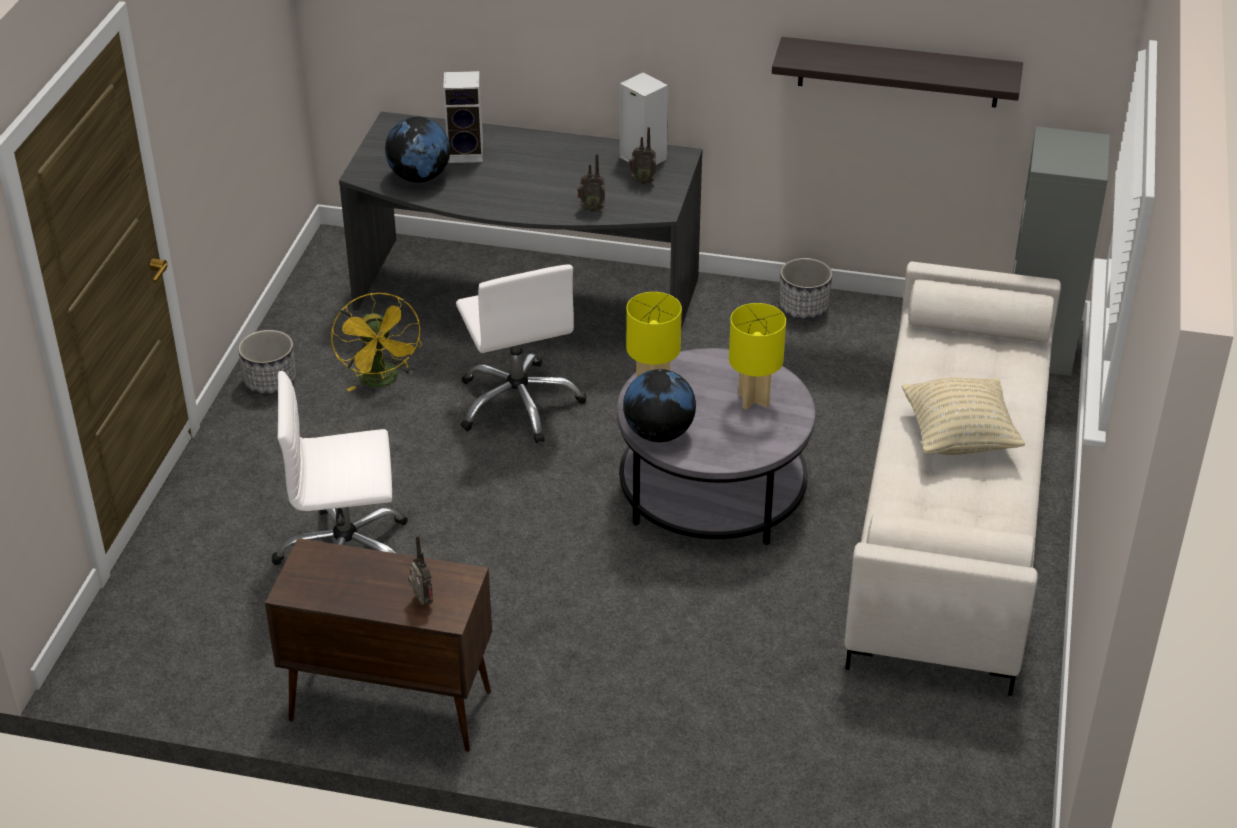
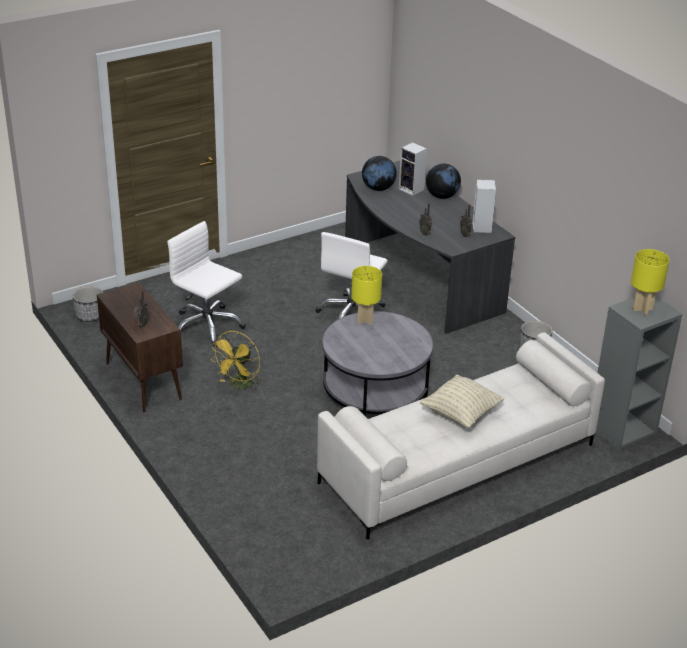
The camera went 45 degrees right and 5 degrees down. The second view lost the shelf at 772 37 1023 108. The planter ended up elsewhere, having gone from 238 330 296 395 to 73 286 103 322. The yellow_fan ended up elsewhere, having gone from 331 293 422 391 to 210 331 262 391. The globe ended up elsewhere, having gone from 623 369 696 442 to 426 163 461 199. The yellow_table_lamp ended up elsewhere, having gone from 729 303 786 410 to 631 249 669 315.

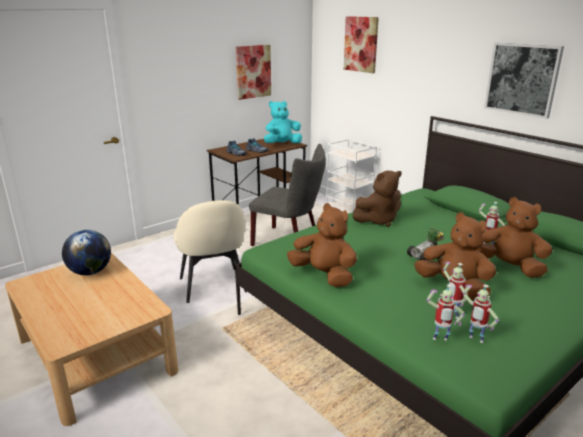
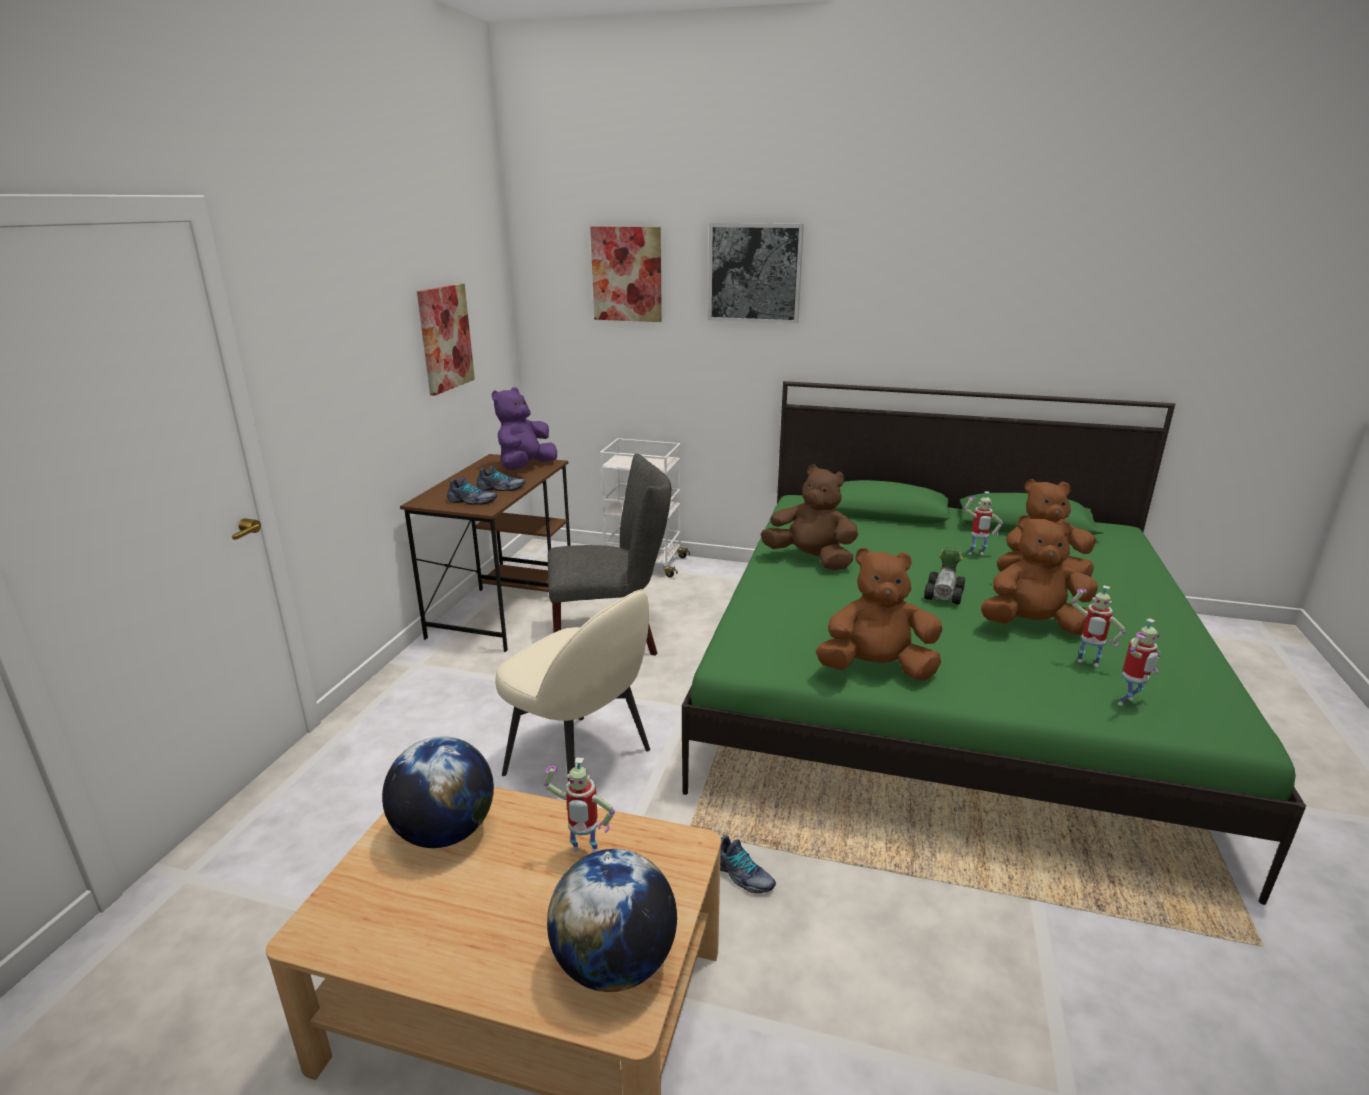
The camera went 35 degrees left and 0 degrees up. The second view gained the globe at 547 849 677 992. The second view gained the shoe at 720 835 776 894. The toy_robot ended up elsewhere, having gone from 463 284 499 343 to 543 758 615 853. The picture ended up elsewhere, having gone from 484 42 564 119 to 708 223 804 323. What was the turquoise_plush_toy at 264 101 302 144 turned into the purple_plush_toy at 492 387 557 470. The brown_plush_toy at 352 171 402 227 ended up facing another way, 90 degrees counterclockwise from before.

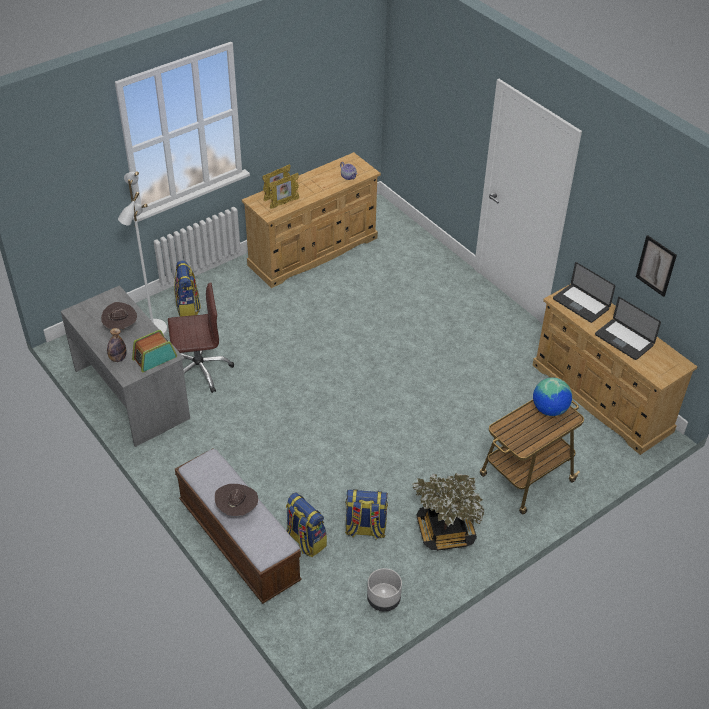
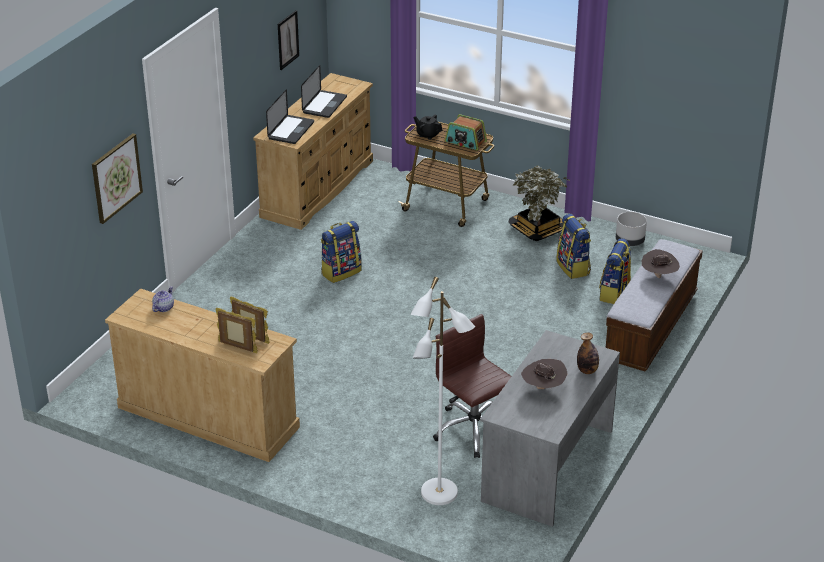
The camera went 115 degrees left and 10 degrees down. The second view gained the picture at 92 133 143 224. The radio ended up elsewhere, having gone from 132 330 177 372 to 445 114 487 150. The backpack ended up elsewhere, having gone from 174 260 201 317 to 321 221 362 283. Where the globe stood at 533 378 572 416, the black_teapot came to stand at 413 114 442 140.

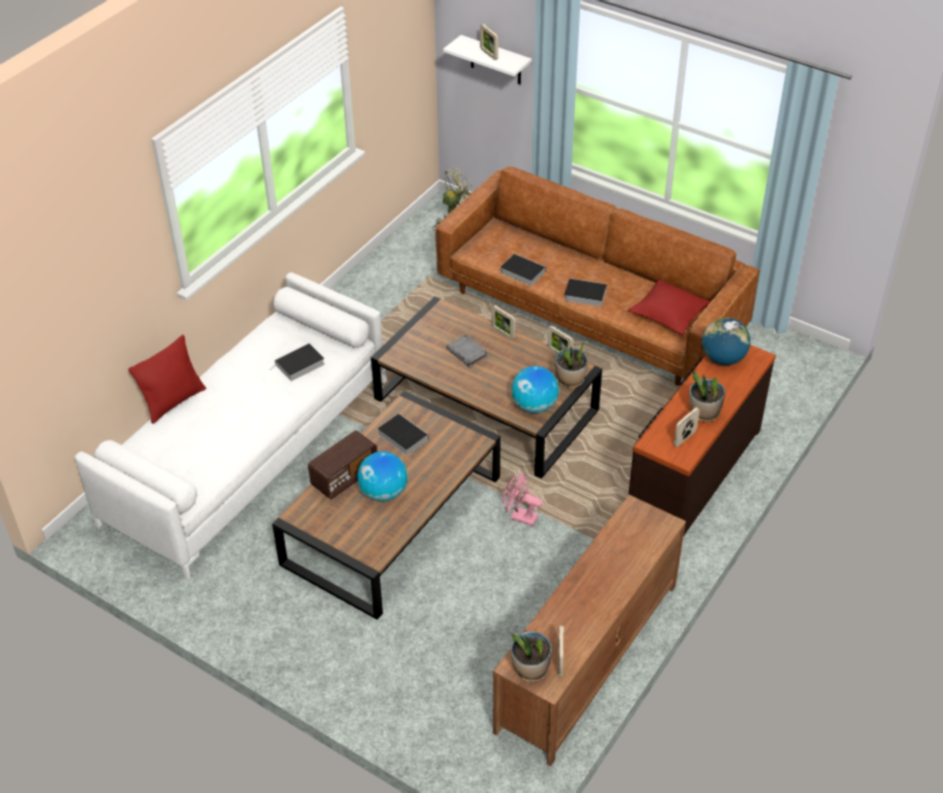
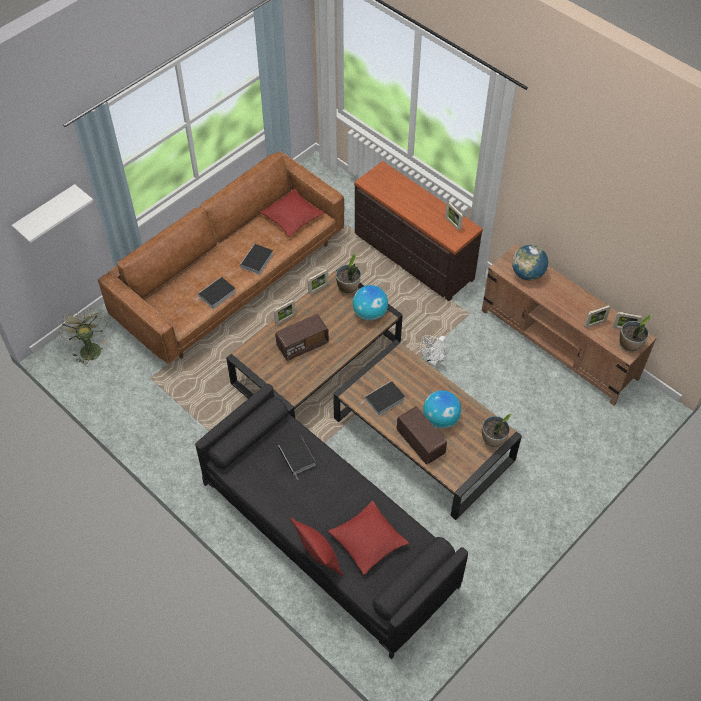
The camera went 80 degrees left and 10 degrees up. The second view gained the red_pillow at 328 501 409 575. The picture_frame ended up elsewhere, having gone from 480 24 498 60 to 584 305 611 328. The potted_plant ended up elsewhere, having gone from 689 371 725 422 to 482 414 512 448. The globe ended up elsewhere, having gone from 702 318 751 365 to 512 245 548 280. Where the grey_book stood at 446 335 488 368, the radio came to stand at 275 314 329 361. What was the white_sofa at 75 272 387 579 turned into the black_sofa at 195 384 468 659. What was the pink_fan at 503 473 542 526 turned into the white_fan at 419 335 447 366.

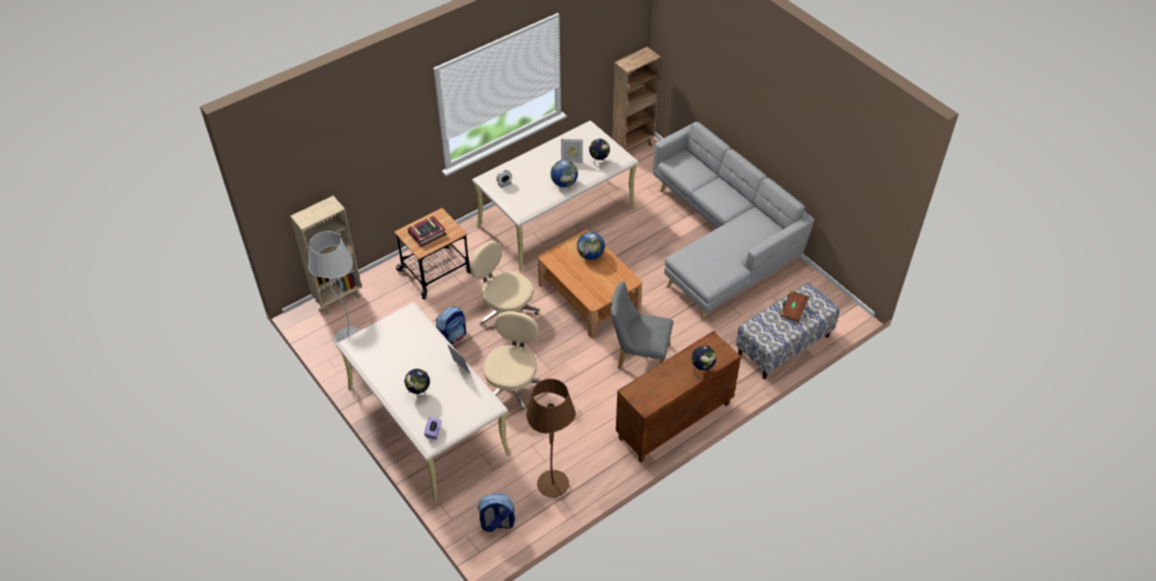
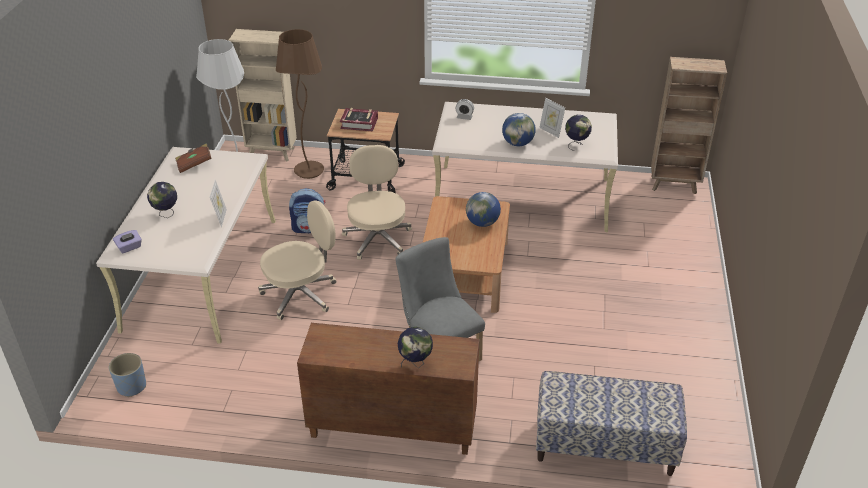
The camera went 45 degrees right and 10 degrees down. The second view lost the grey_sofa at 653 122 815 321. The brown_floor_lamp ended up elsewhere, having gone from 526 379 576 498 to 276 29 324 179. The brown_book ended up elsewhere, having gone from 780 290 809 322 to 175 143 212 173. Where the backpack stood at 477 493 515 532, the blue_planter came to stand at 109 353 146 397.

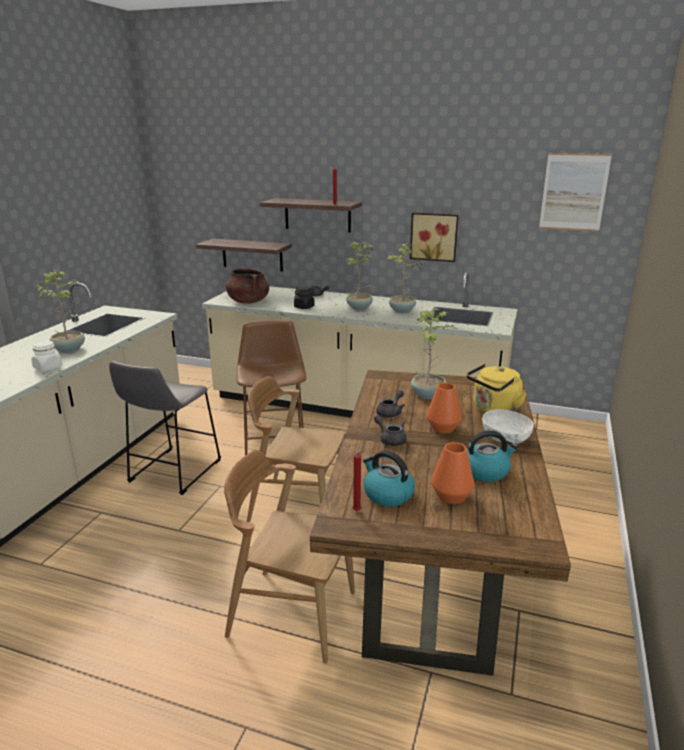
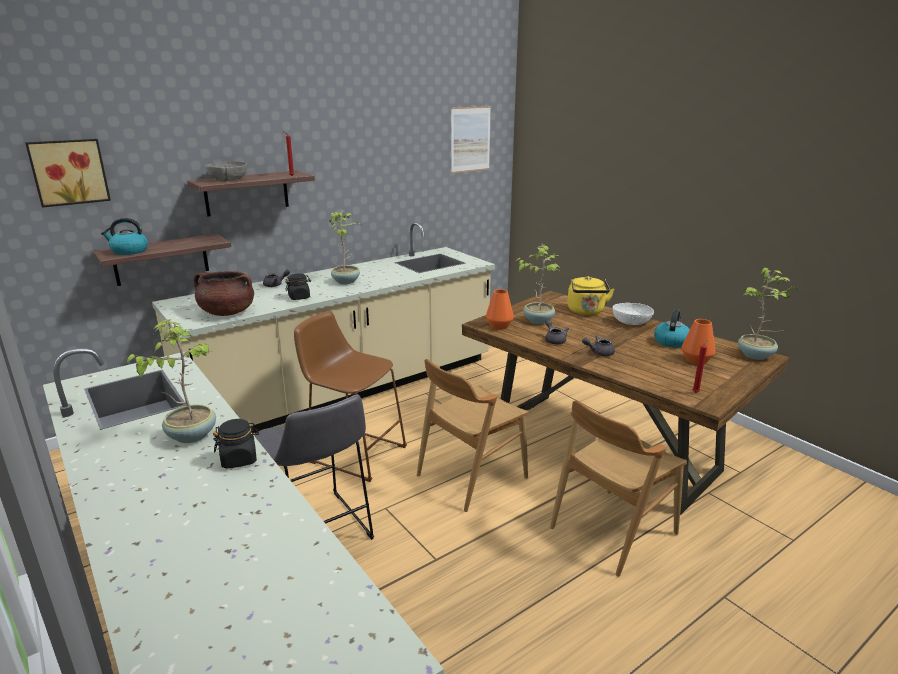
The camera went 55 degrees left and 0 degrees up. The second view gained the grey_bowl at 205 161 247 181. The kettle ended up elsewhere, having gone from 363 450 415 507 to 101 218 148 255. The potted_plant ended up elsewhere, having gone from 387 243 424 313 to 738 268 797 360. The picture ended up elsewhere, having gone from 410 213 459 262 to 25 139 111 208. The orange_vase ended up elsewhere, having gone from 426 383 462 433 to 486 289 514 330. What was the white_jar at 31 341 62 371 turned into the black_jar at 213 419 259 469.

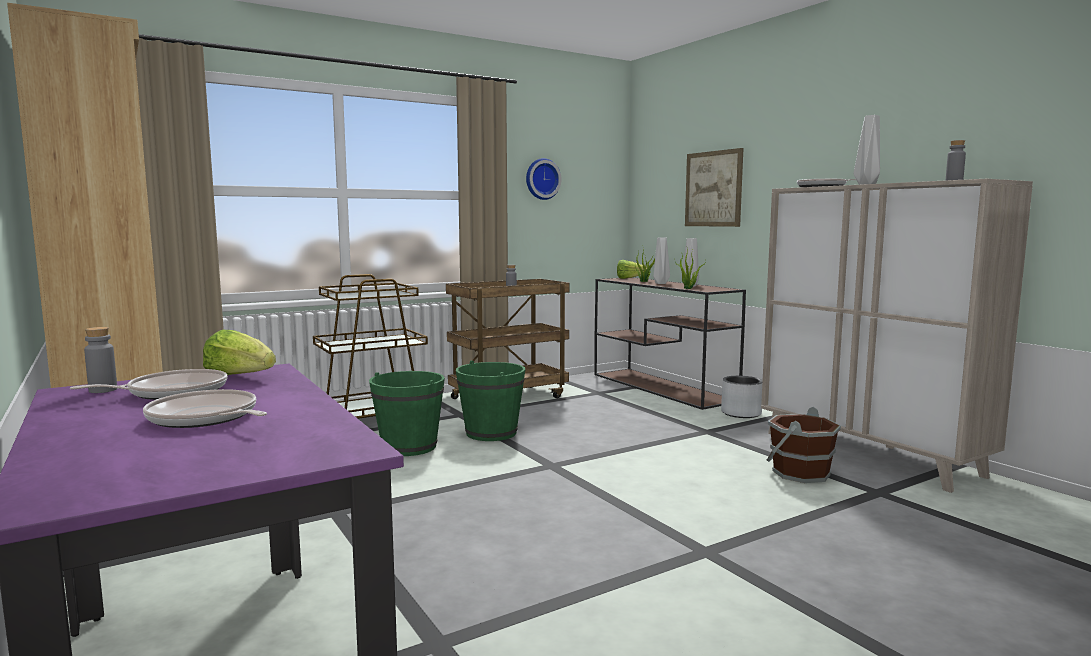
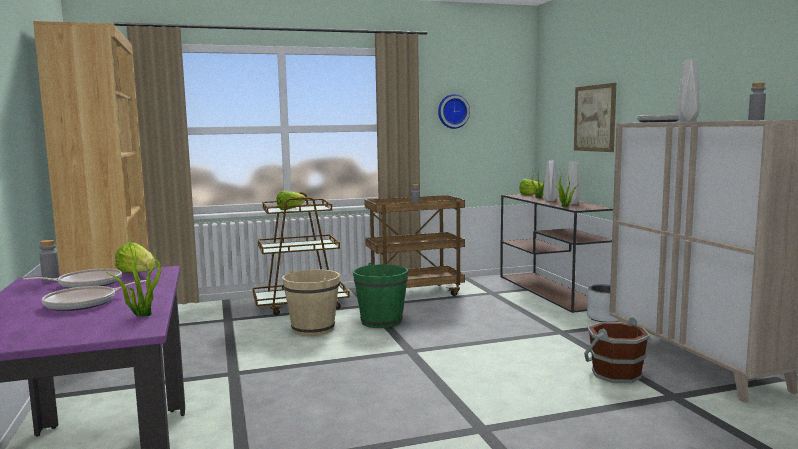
The camera went 15 degrees right and 0 degrees up. The second view gained the potted_plant at 103 228 161 317. The second view gained the lettuce at 276 191 306 210. What was the green_bucket at 369 371 445 456 turned into the beige_bucket at 282 269 340 336. The frying_pan at 143 389 267 428 ended up facing another way, 90 degrees counterclockwise from before.

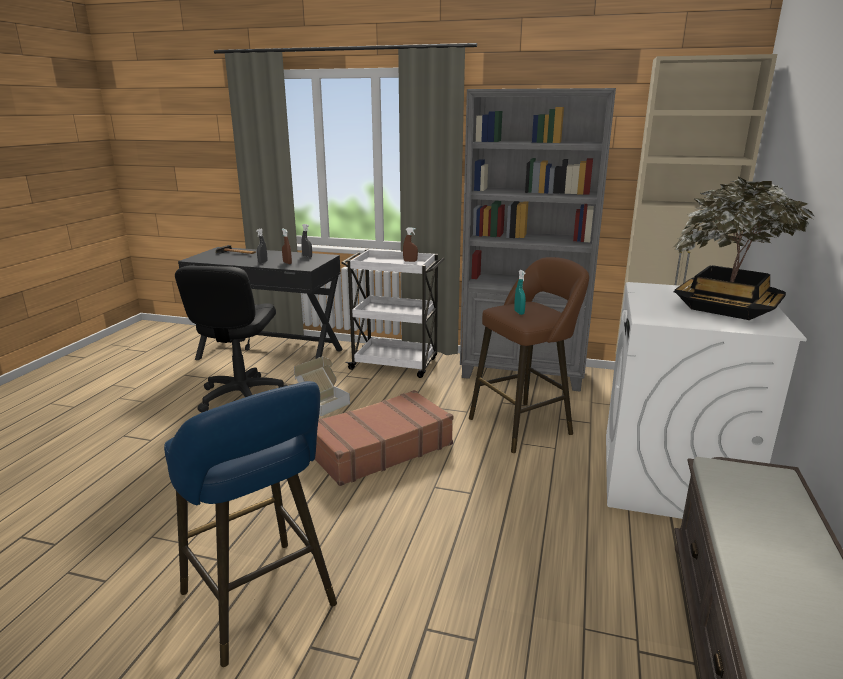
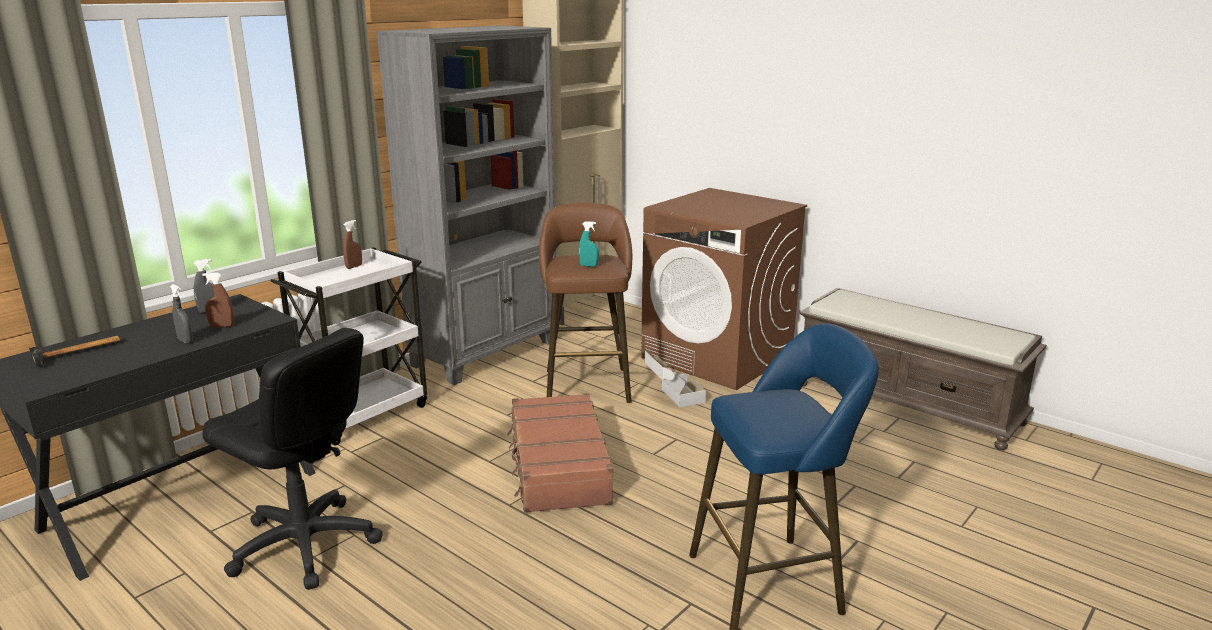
The camera went 65 degrees left and 0 degrees up. The second view lost the potted_plant at 672 177 814 320. The cardboard_box ended up elsewhere, having gone from 294 356 350 416 to 645 350 706 408. What was the white_washing_machine at 606 282 807 519 turned into the brown_washing_machine at 641 188 807 390.

